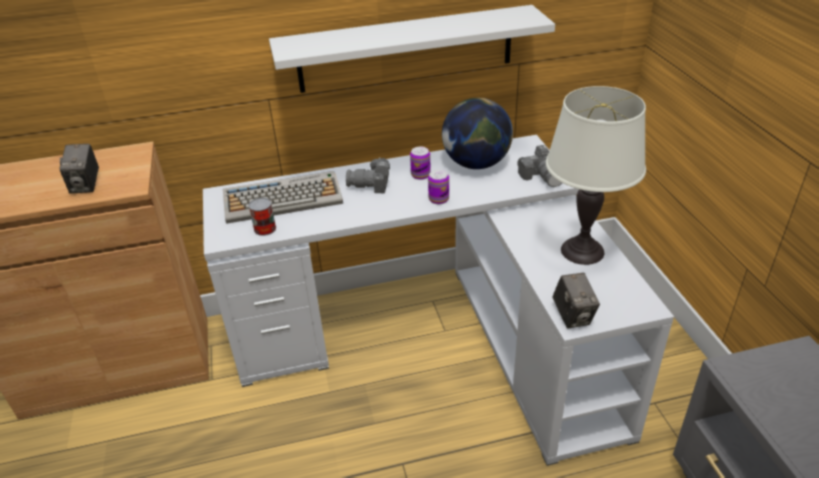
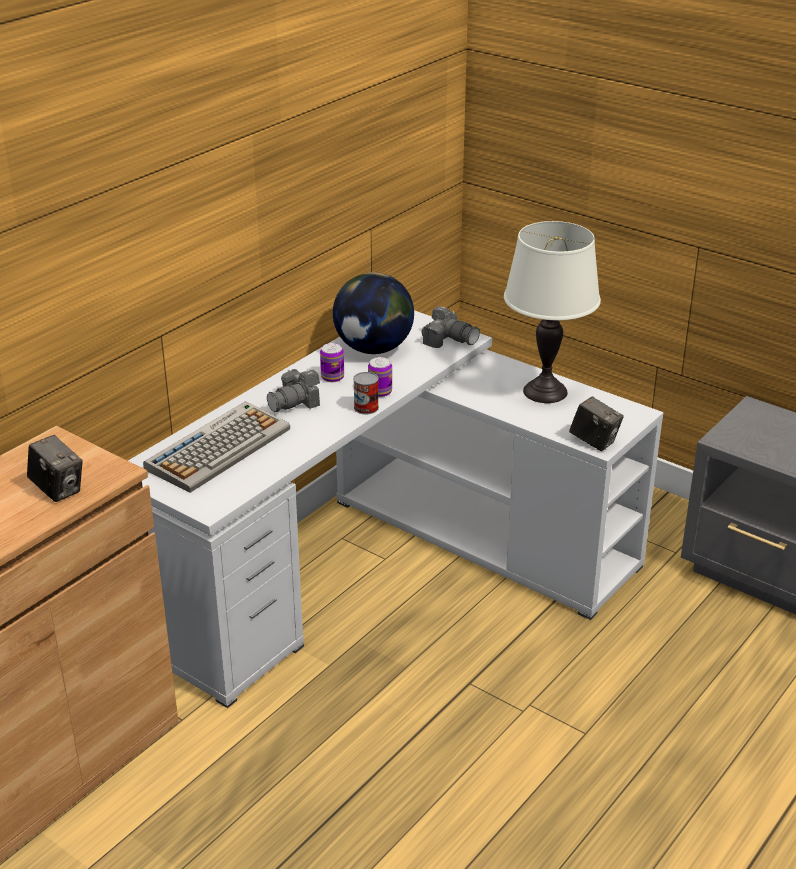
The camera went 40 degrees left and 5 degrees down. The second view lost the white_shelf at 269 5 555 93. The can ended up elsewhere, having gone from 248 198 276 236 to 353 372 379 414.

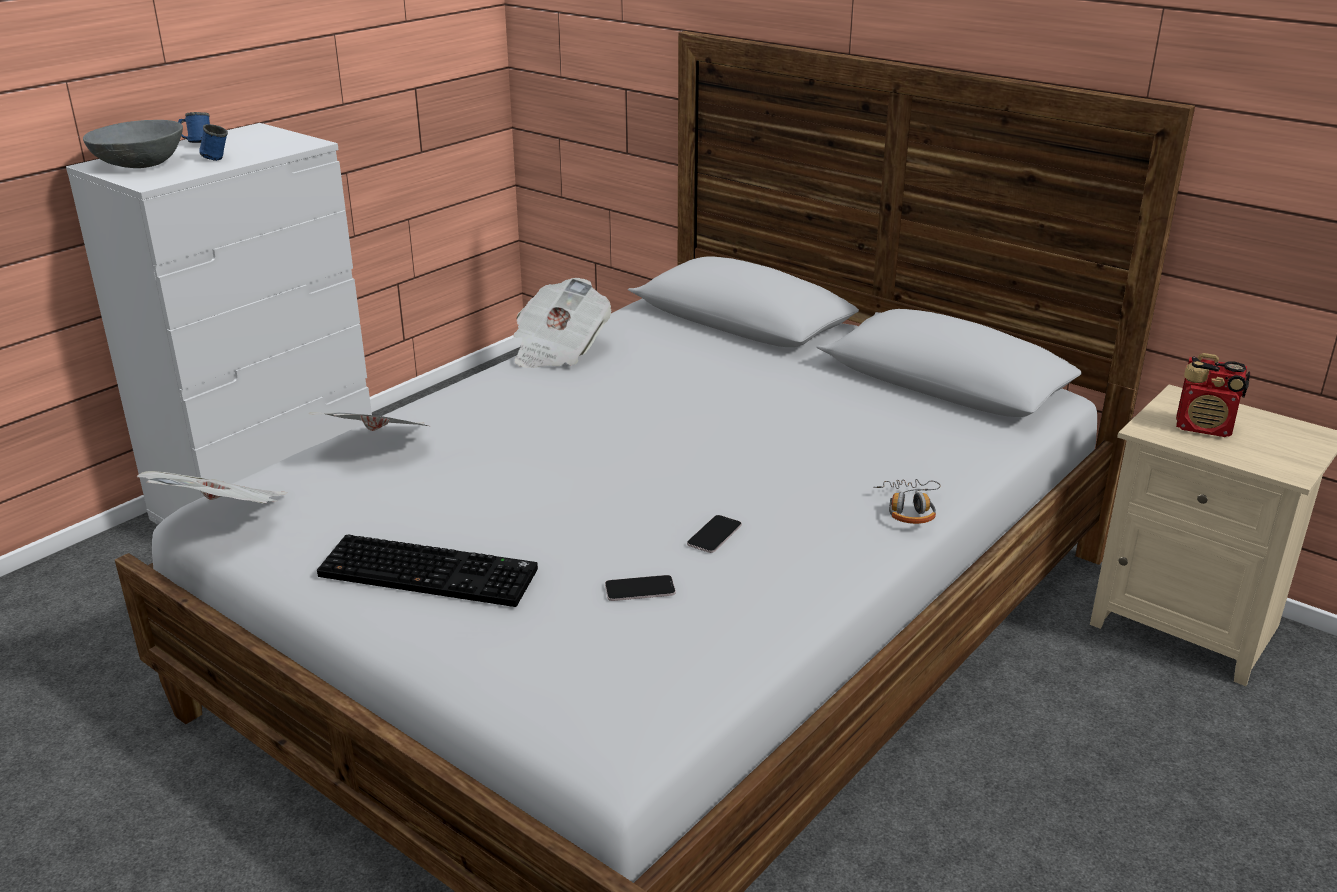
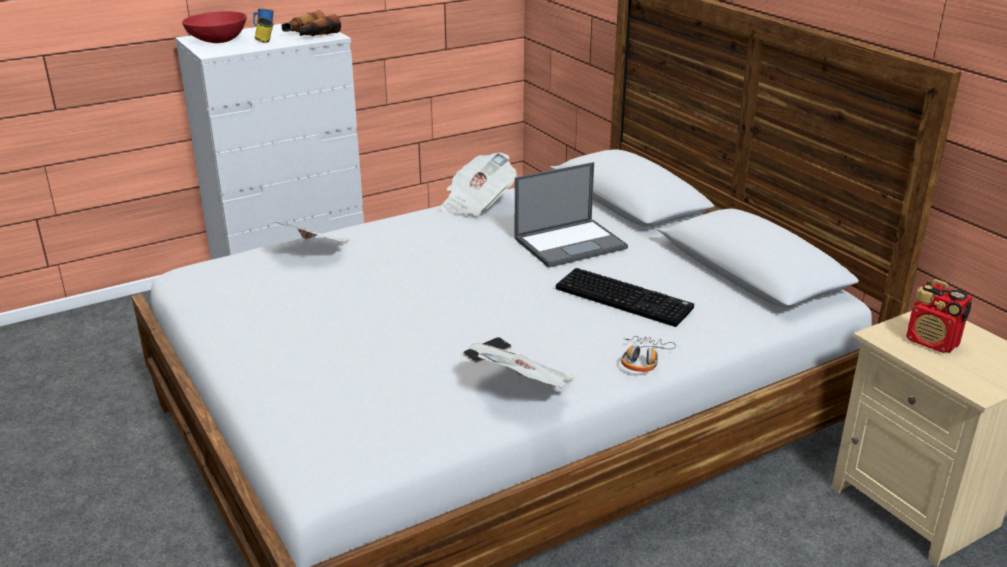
The camera went 20 degrees right and 0 degrees up. The second view lost the phone at 605 575 676 601. The second view gained the binoculars at 282 10 341 36. The second view gained the laptop at 514 162 628 268. The newspaper ended up elsewhere, having gone from 137 471 287 504 to 469 343 575 388. The keyboard ended up elsewhere, having gone from 317 534 538 607 to 556 268 694 327. What was the grey_bowl at 83 120 183 168 turned into the red_bowl at 182 11 247 43. What was the blue_mug at 199 124 228 161 turned into the yellow_mug at 255 18 274 43.

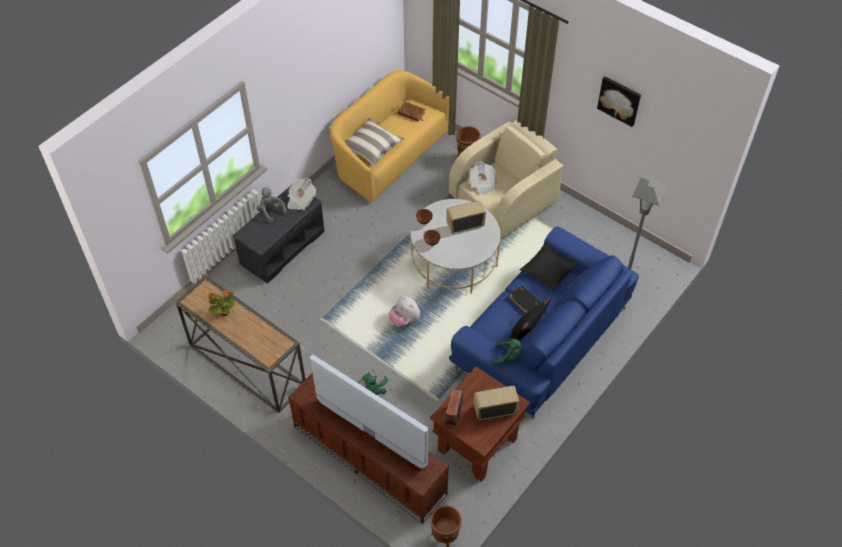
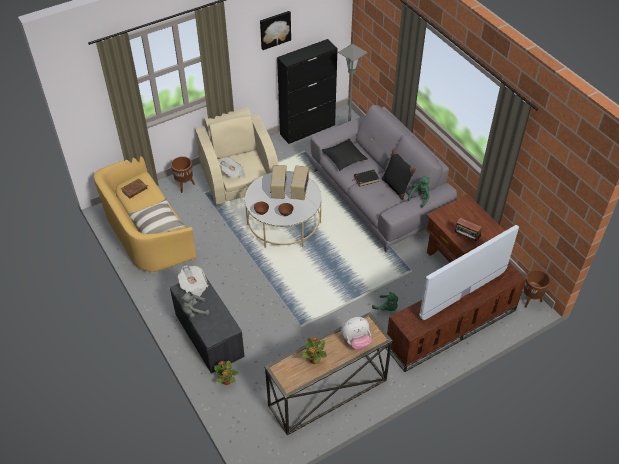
The camera went 70 degrees left and 5 degrees down. The second view gained the potted_plant at 215 361 238 385. The second view gained the black_cabinet at 277 39 338 144. The plush_toy ended up elsewhere, having gone from 389 296 420 327 to 341 317 371 350. The radio ended up elsewhere, having gone from 474 386 520 421 to 290 165 309 200. What was the blue_sofa at 449 226 639 420 turned into the grey_sofa at 309 105 457 252.

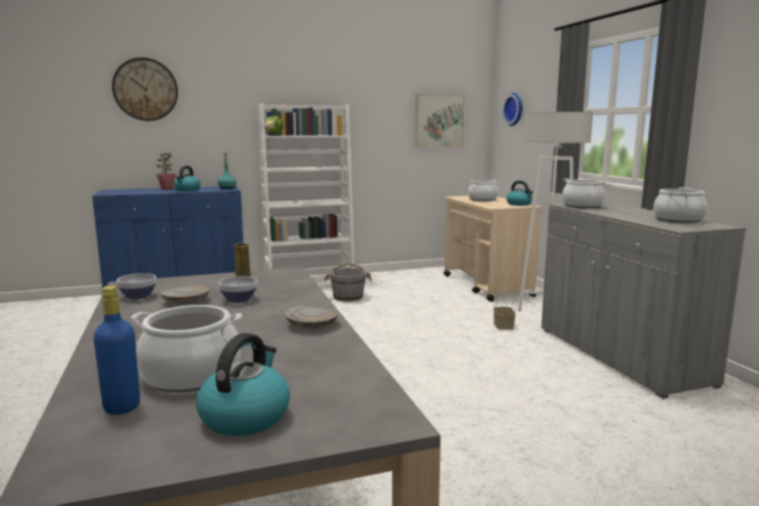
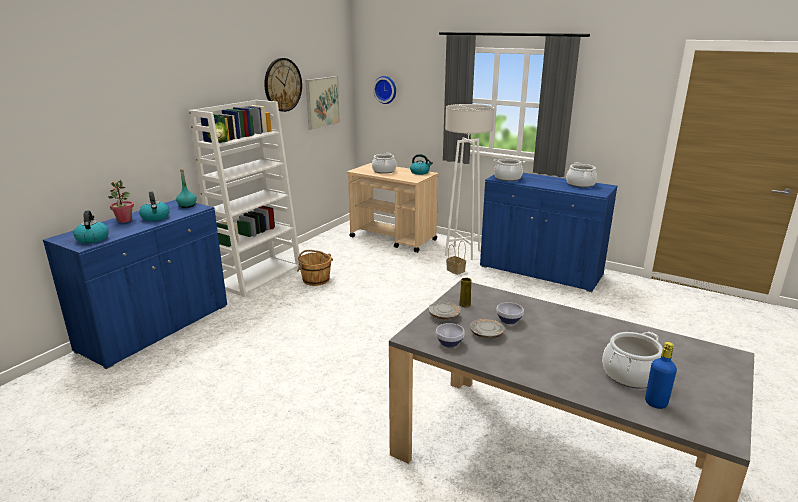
The camera went 40 degrees left and 10 degrees up. The wall_clock ended up elsewhere, having gone from 112 57 178 121 to 264 58 302 112. The kettle ended up elsewhere, having gone from 196 333 290 436 to 74 210 109 244. The grey_plate ended up elsewhere, having gone from 285 304 339 329 to 428 302 461 320. What was the grey_bucket at 325 263 372 302 turned into the brown_bucket at 297 250 333 286. What was the grey_cabinet at 541 202 746 398 turned into the blue_cabinet at 480 173 617 292.

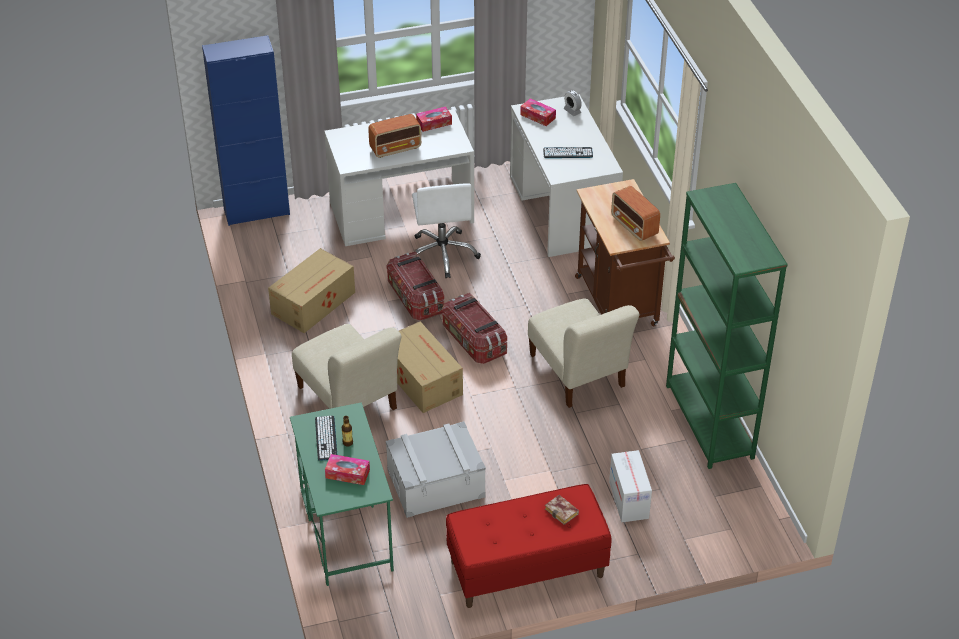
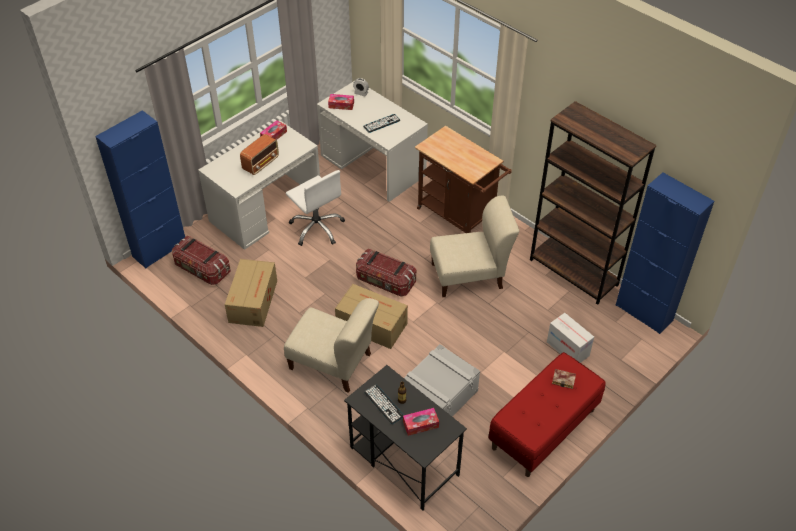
The camera went 30 degrees left and 5 degrees up. The second view lost the radio at 611 186 660 241. The second view gained the blue_cabinet at 616 173 714 334. The storage_box ended up elsewhere, having gone from 386 251 444 320 to 172 236 231 285. What was the green_desk at 290 402 394 586 turned into the black_desk at 344 365 467 511. What was the green_bookcase at 666 183 788 469 turned into the brown_bookcase at 530 101 656 305. The beige_chair at 528 298 639 408 ended up facing another way, 45 degrees counterclockwise from before.

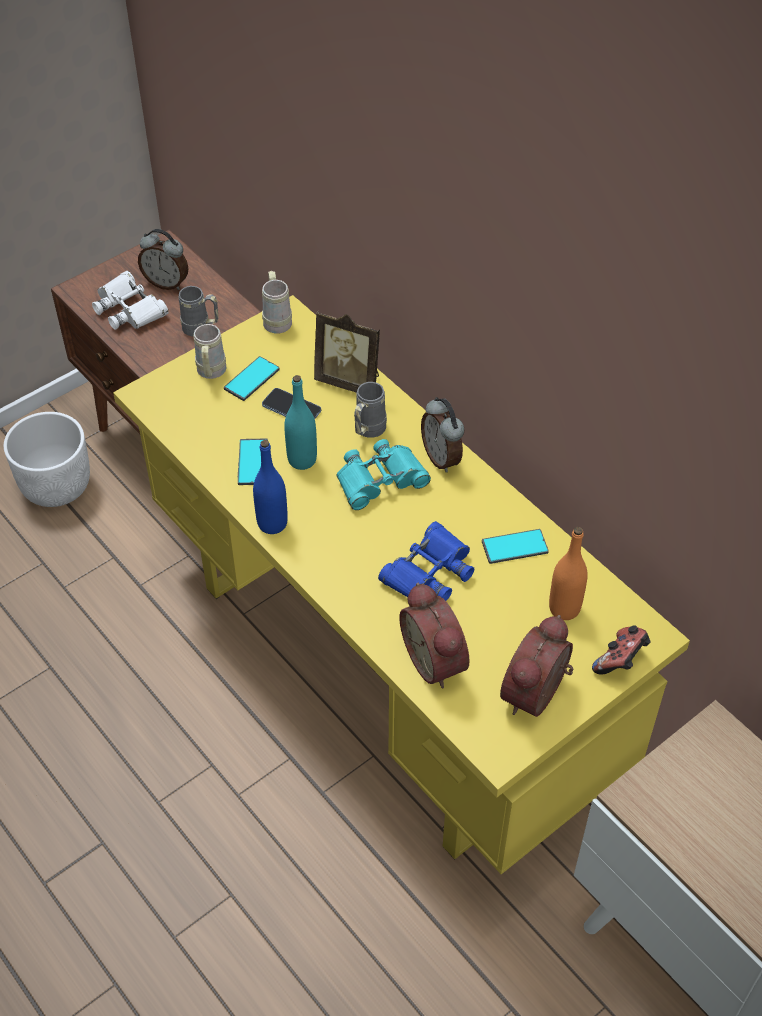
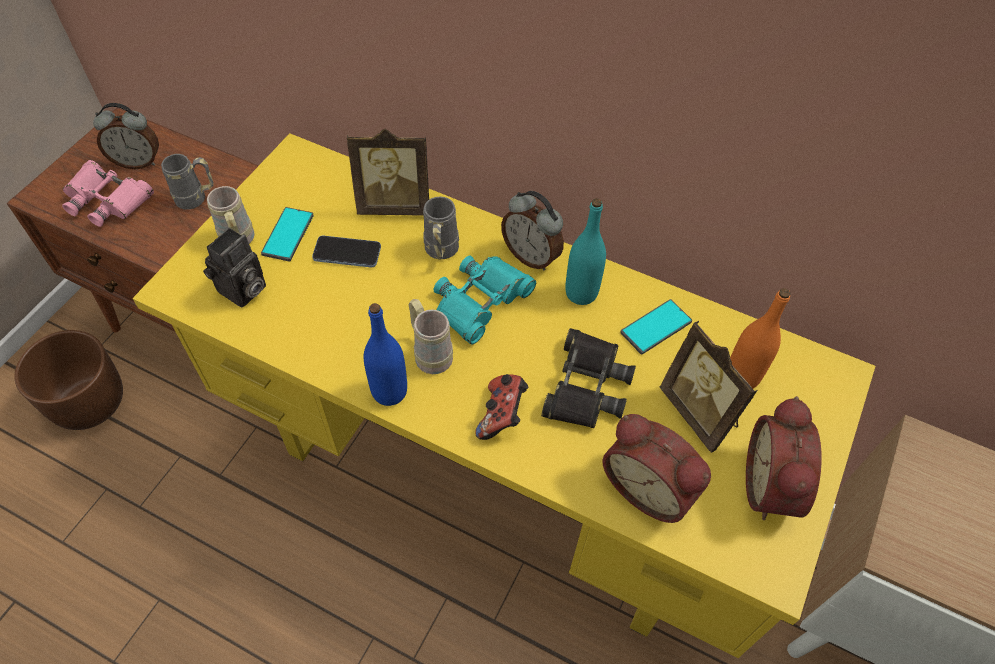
The camera went 25 degrees left and 5 degrees up. The second view lost the phone at 238 438 268 485. The second view gained the photo_camera at 203 228 266 307. The second view gained the picture_frame at 660 321 758 453. The beige_mug ended up elsewhere, having gone from 262 271 292 334 to 409 299 453 374. The turquoise_bottle ended up elsewhere, having gone from 284 375 317 470 to 565 198 606 305. The game_controller ended up elsewhere, having gone from 592 625 650 675 to 475 374 528 440. What was the white_planter at 4 412 90 507 turned into the brown_planter at 15 330 123 430. What was the white_binoculars at 92 271 168 330 turned into the pink_binoculars at 62 160 154 227. What was the blue_binoculars at 378 521 474 601 turned into the black_binoculars at 541 328 636 428.

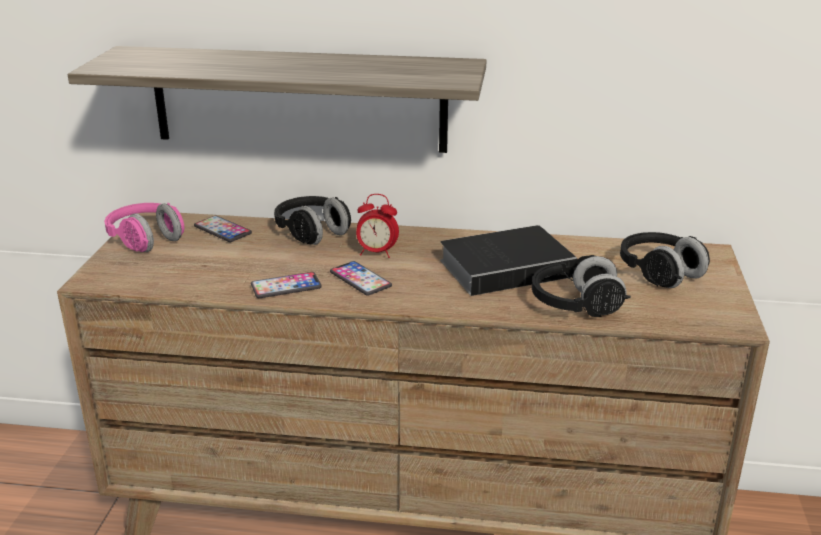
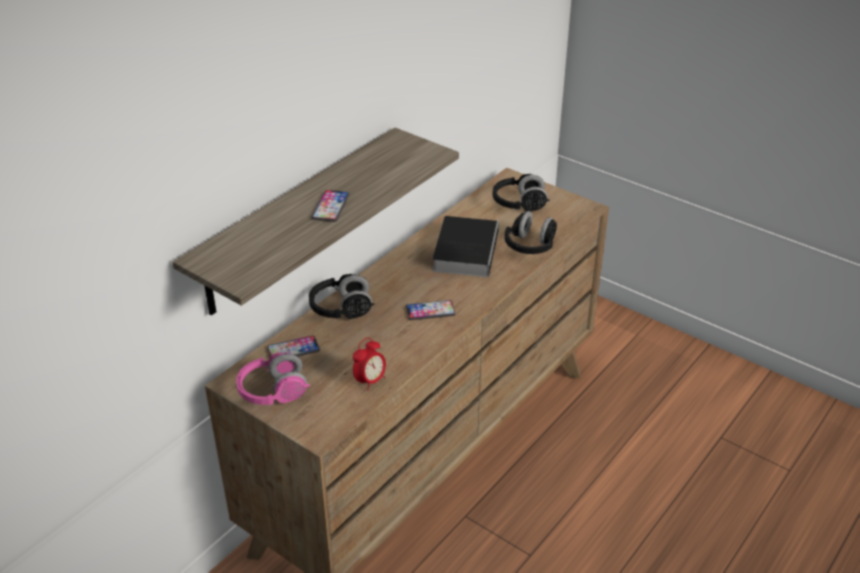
The camera went 60 degrees left and 10 degrees up. The phone ended up elsewhere, having gone from 251 272 322 298 to 312 190 349 222. The alarm_clock ended up elsewhere, having gone from 356 194 399 258 to 353 337 386 391.

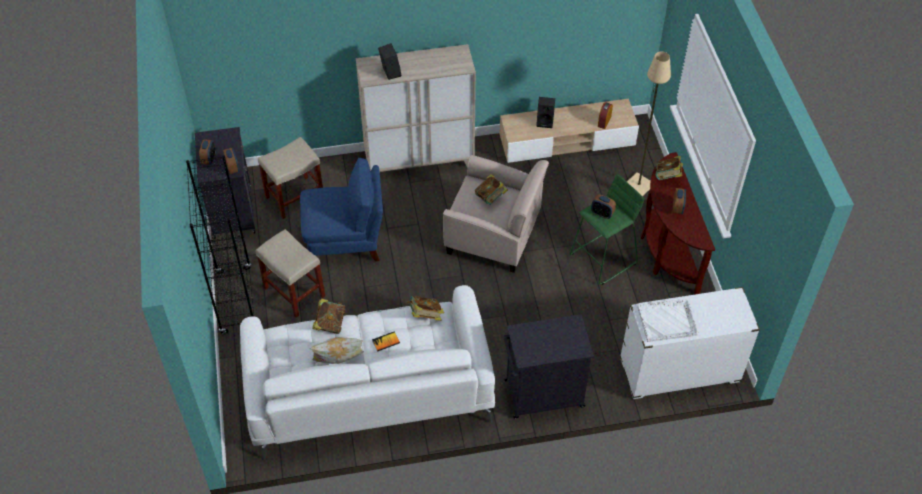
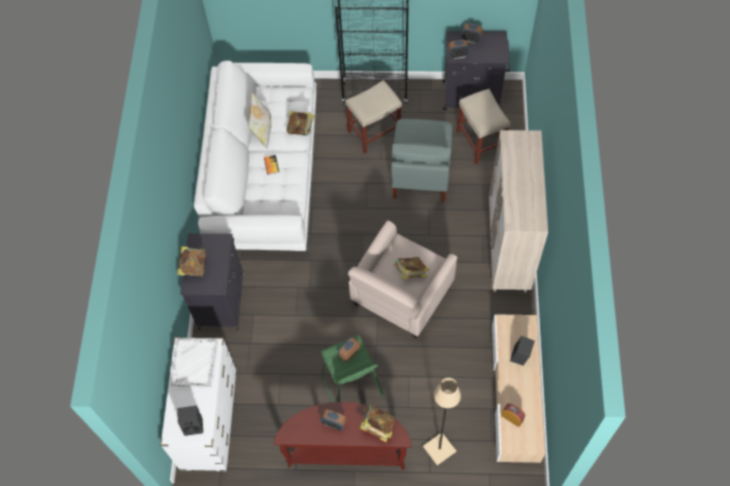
The camera went 105 degrees right and 10 degrees up. The black_speaker ended up elsewhere, having gone from 378 43 401 80 to 177 406 203 436. The book ended up elsewhere, having gone from 407 296 444 321 to 177 246 206 276. What was the blue_armchair at 300 158 383 261 turned into the grey_armchair at 391 119 452 202.

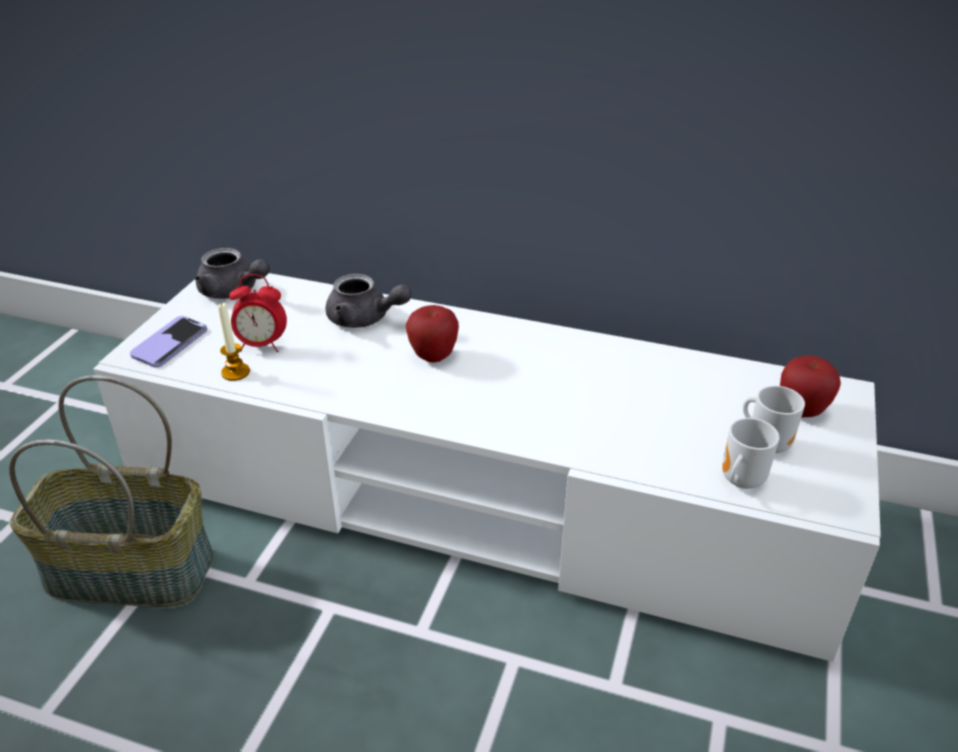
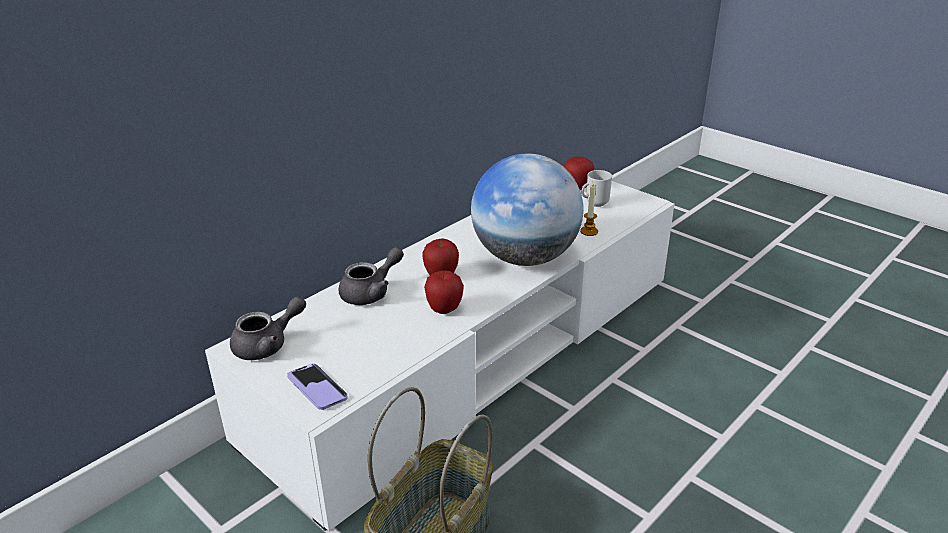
The camera went 65 degrees left and 5 degrees down. The second view lost the alarm_clock at 229 274 287 352. The second view lost the mug at 722 418 779 489. The second view gained the apple at 424 270 464 314. The second view gained the globe at 471 154 583 266. The candle ended up elsewhere, having gone from 218 303 250 381 to 580 184 598 236.

